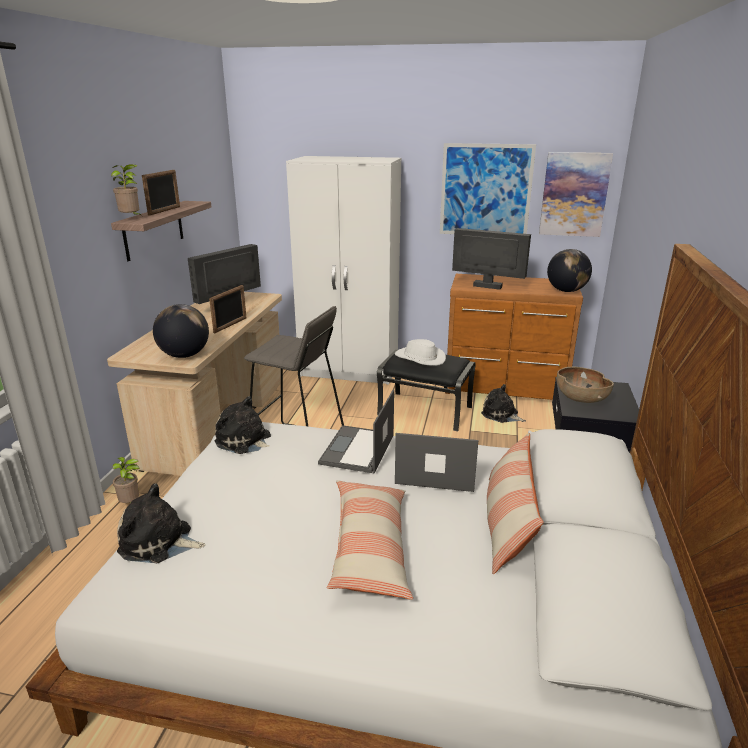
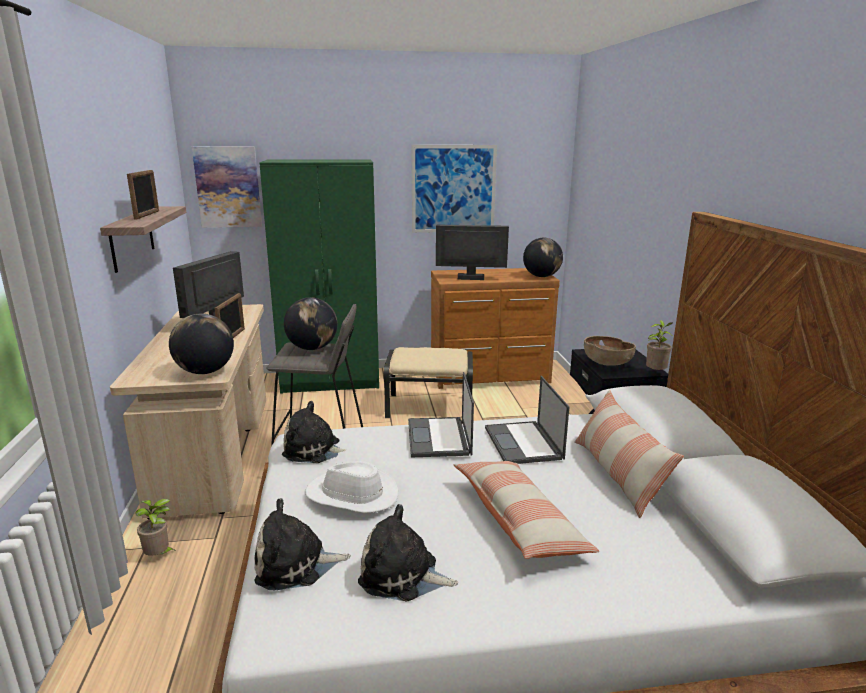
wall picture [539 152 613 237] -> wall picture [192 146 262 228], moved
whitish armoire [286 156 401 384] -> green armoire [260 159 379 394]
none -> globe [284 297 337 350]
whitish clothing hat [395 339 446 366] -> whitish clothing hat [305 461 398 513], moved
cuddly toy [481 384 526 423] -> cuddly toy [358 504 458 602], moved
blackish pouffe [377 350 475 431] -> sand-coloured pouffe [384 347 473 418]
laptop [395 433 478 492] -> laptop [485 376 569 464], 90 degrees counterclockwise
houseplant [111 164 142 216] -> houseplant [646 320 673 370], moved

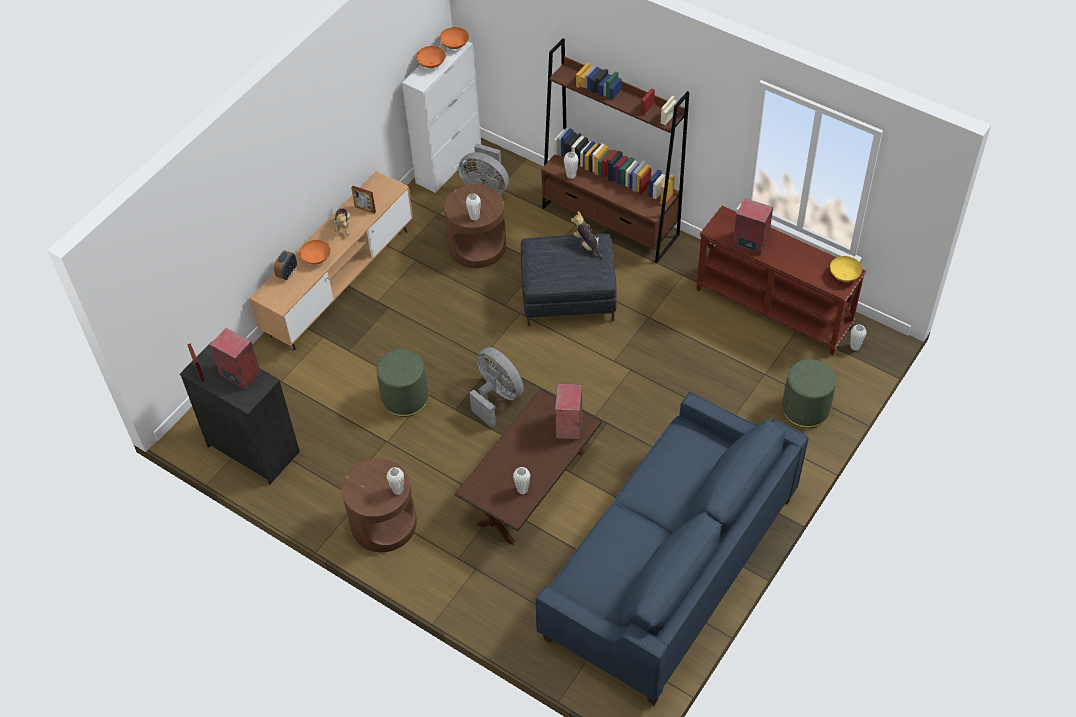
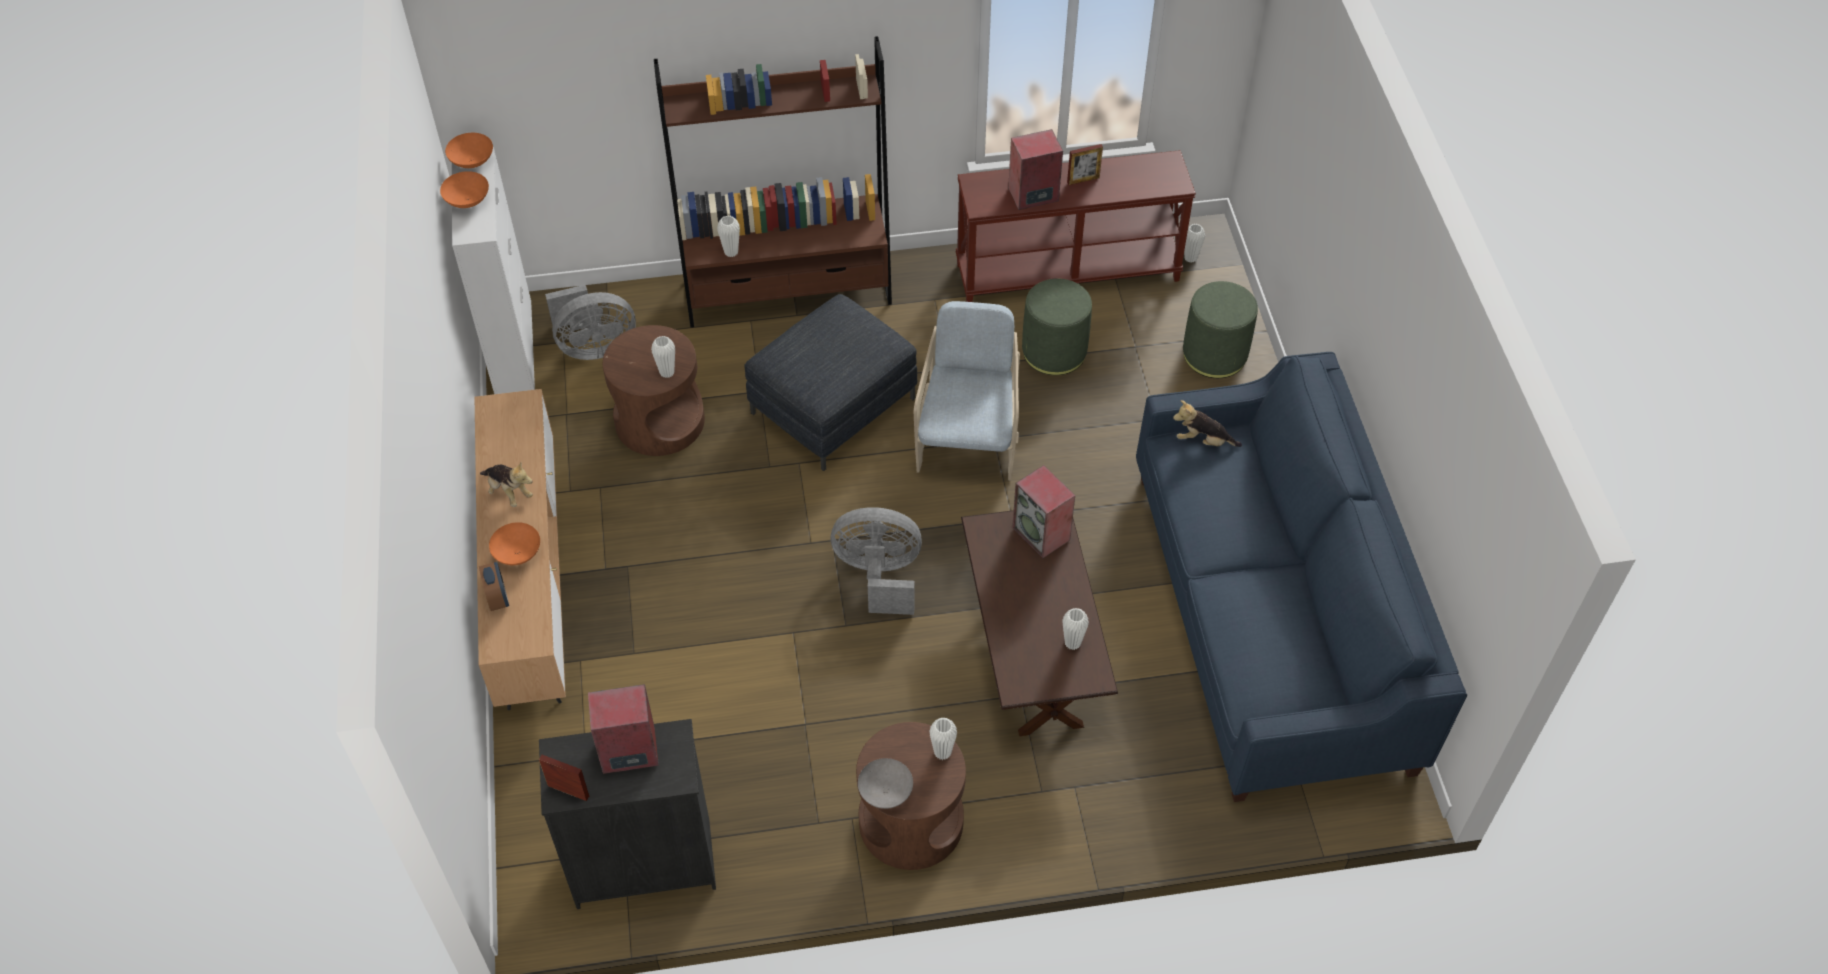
none -> gray bowl [858 758 913 809]
none -> sand-coloured lounge chair [914 301 1020 481]
green pouffe [377 349 428 417] -> green pouffe [1022 278 1092 376], moved
photo frame [351 186 376 214] -> photo frame [1067 144 1103 185], moved
cuddly toy [571 211 603 259] -> cuddly toy [1173 400 1242 447], moved
yellowish bowl [830 256 862 282] -> none

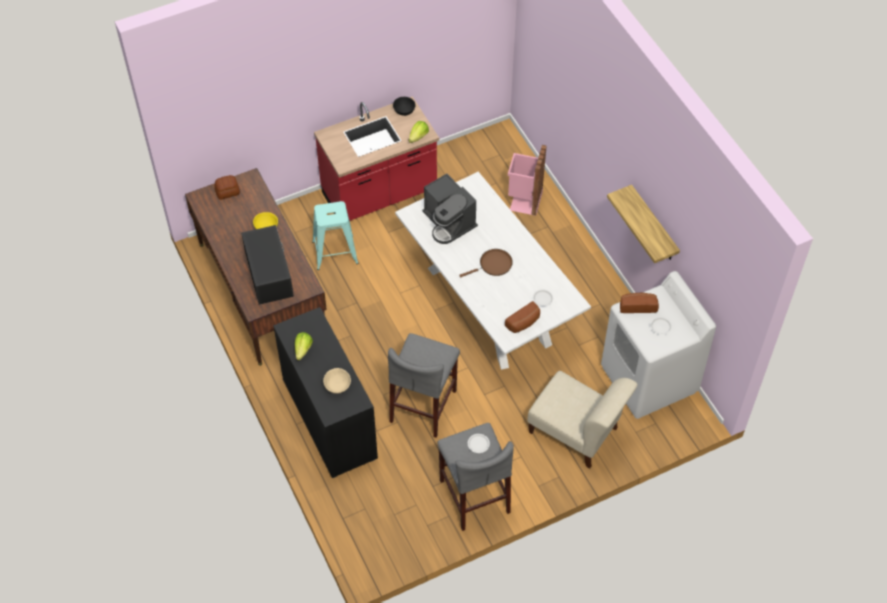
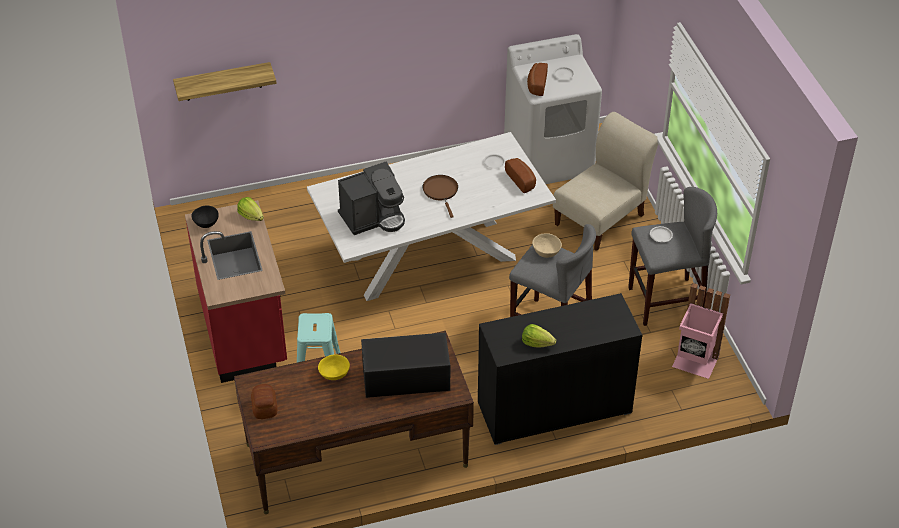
wall shelf [607 185 680 263] -> wall shelf [173 62 277 101], moved
sand-coloured bowl [323 368 351 394] -> sand-coloured bowl [532 233 562 258], moved
pinkish rubbish bin [508 145 547 216] -> pinkish rubbish bin [672 283 730 379], moved

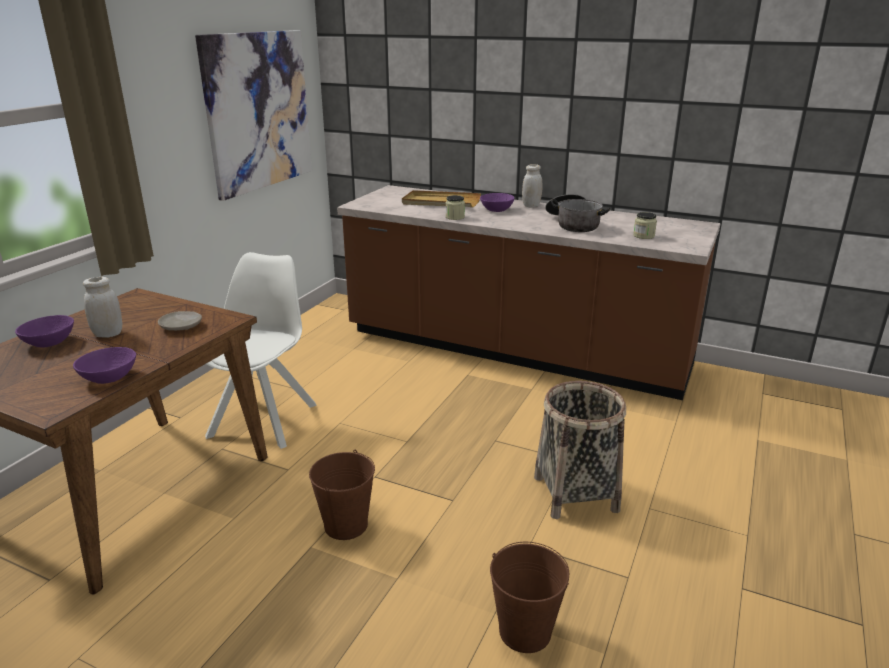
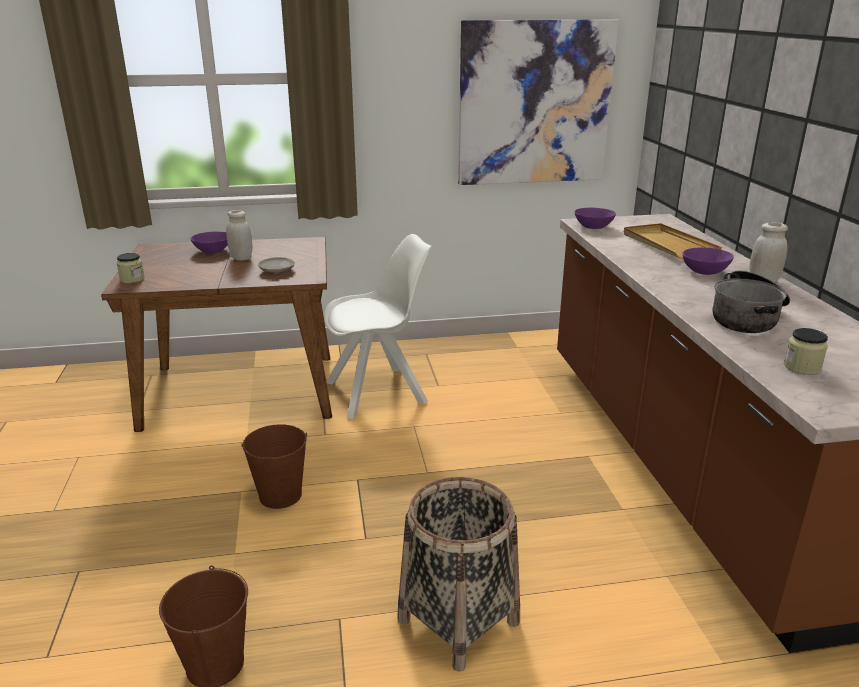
preserve jar [446 195 465 220] -> preserve jar [117 253 145 283], moved
purple bowl [73 347 136 384] -> purple bowl [575 208 616 229], moved

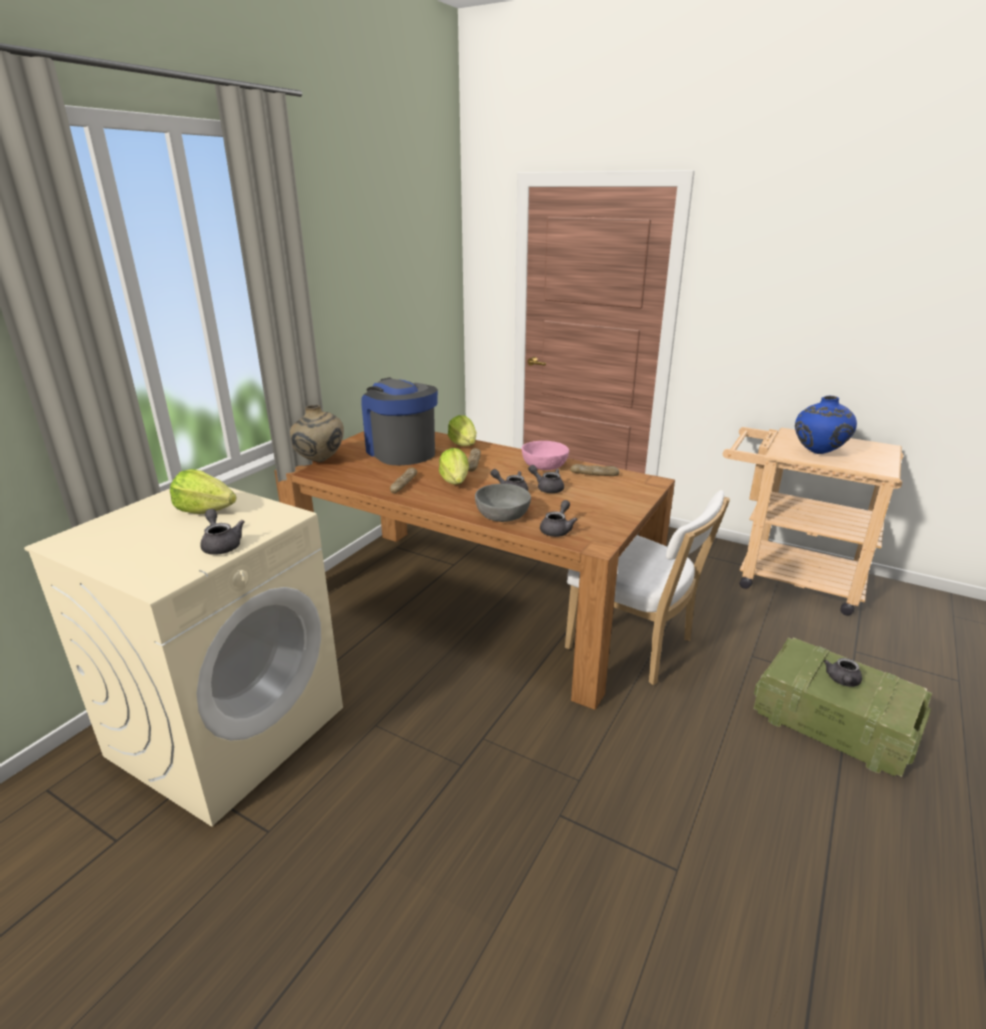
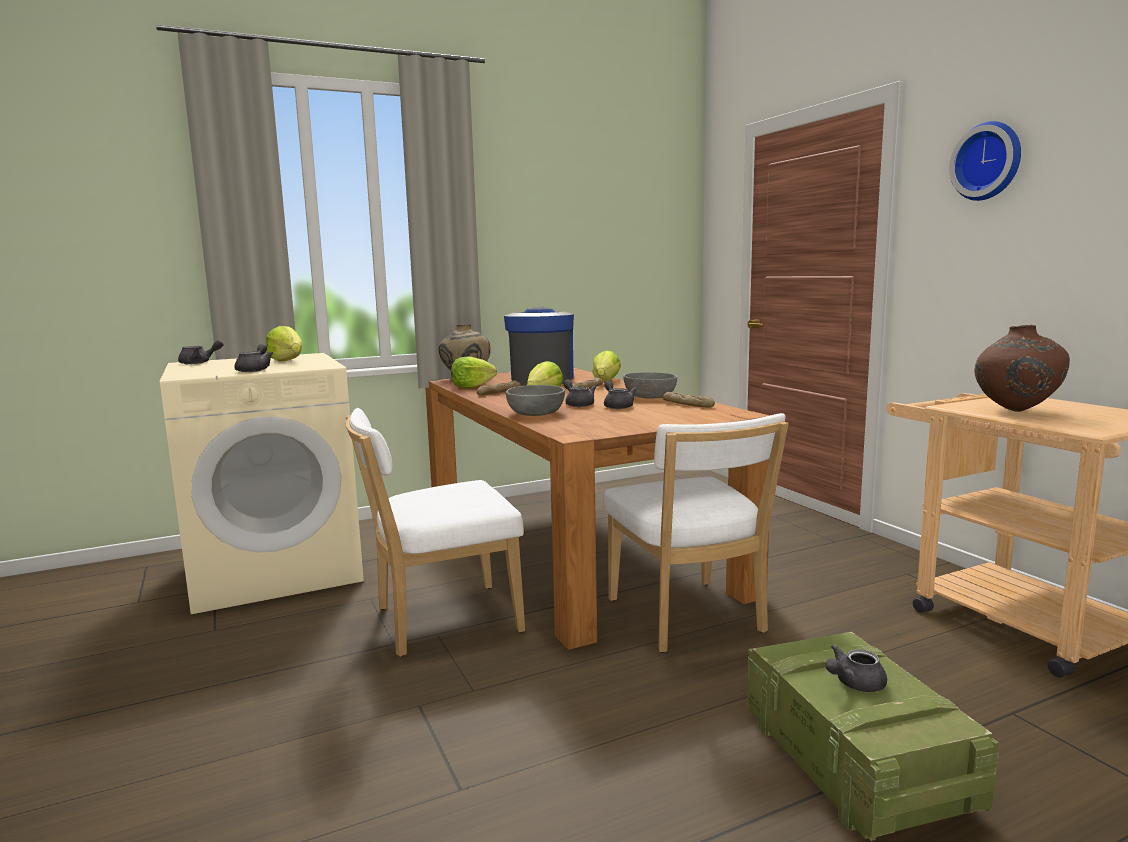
gray teapot [540 500 578 537] -> gray teapot [178 340 224 365], moved
none -> whitish plain chair [346 408 525 657]
none -> lettuce [451 356 497 388]
pinkish bowl [522 441 569 470] -> gray bowl [624 372 677 399]
none -> wall clock [949 121 1021 201]
blue-coloured decorative vase [795 396 857 454] -> brownish decorative vase [975 325 1070 412]

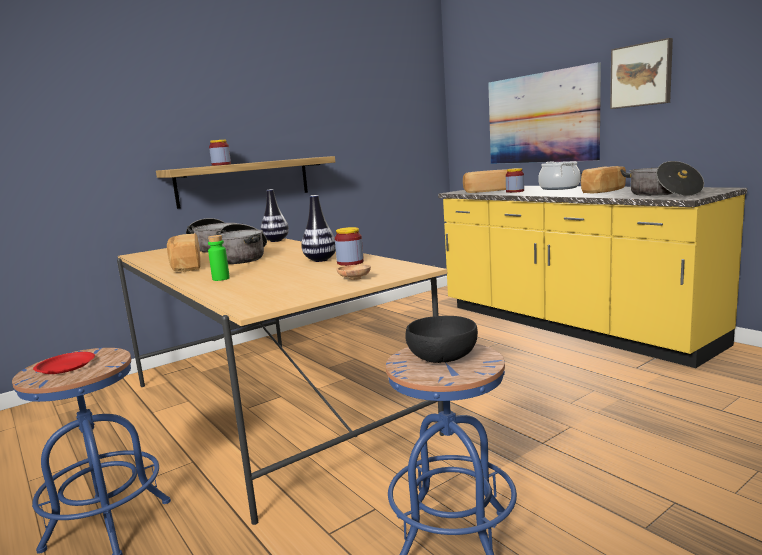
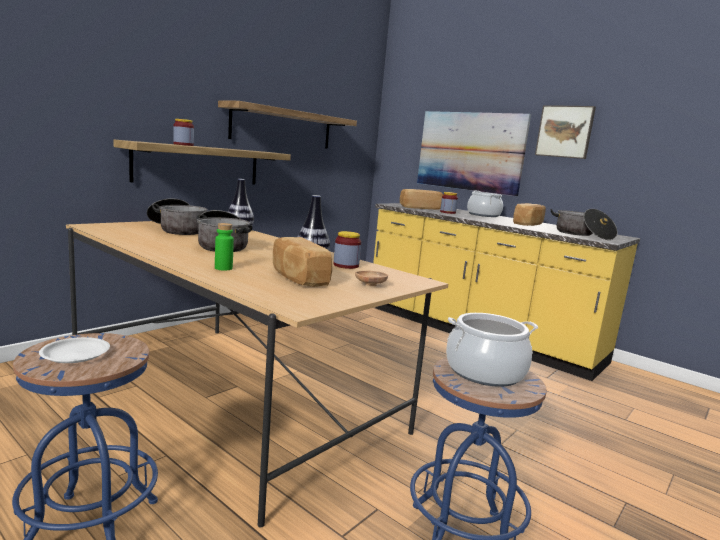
red-coloured flat dish [33 352 95 374] -> whitish flat dish [39 337 110 363]
none -> wall shelf [218 100 357 149]
baked bread [167 233 201 272] -> baked bread [273 237 332 287], moved
blackish bowl [406 316 478 363] -> stockpot [446 313 538 387]

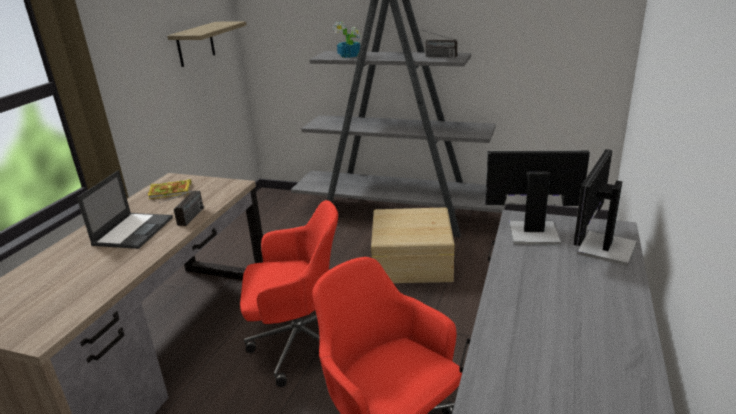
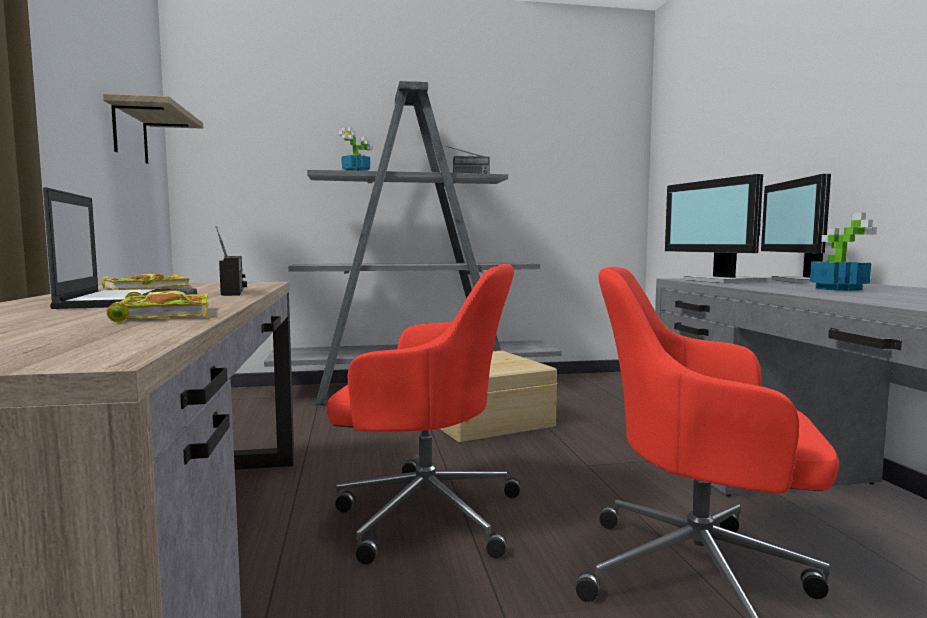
none -> book [107 291 209 322]
red-coloured office chair [240 200 338 387] -> red-coloured office chair [327 264 520 565], 45 degrees clockwise
computer display [485 150 590 245] -> computer display [665 174 767 283], 90 degrees counterclockwise
none -> houseplant [810 213 877 291]

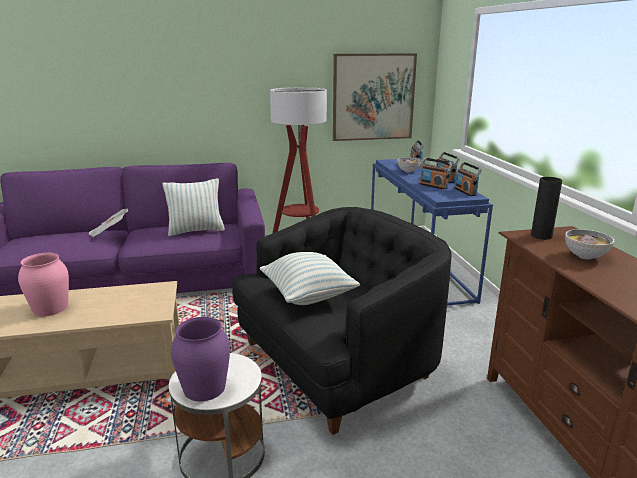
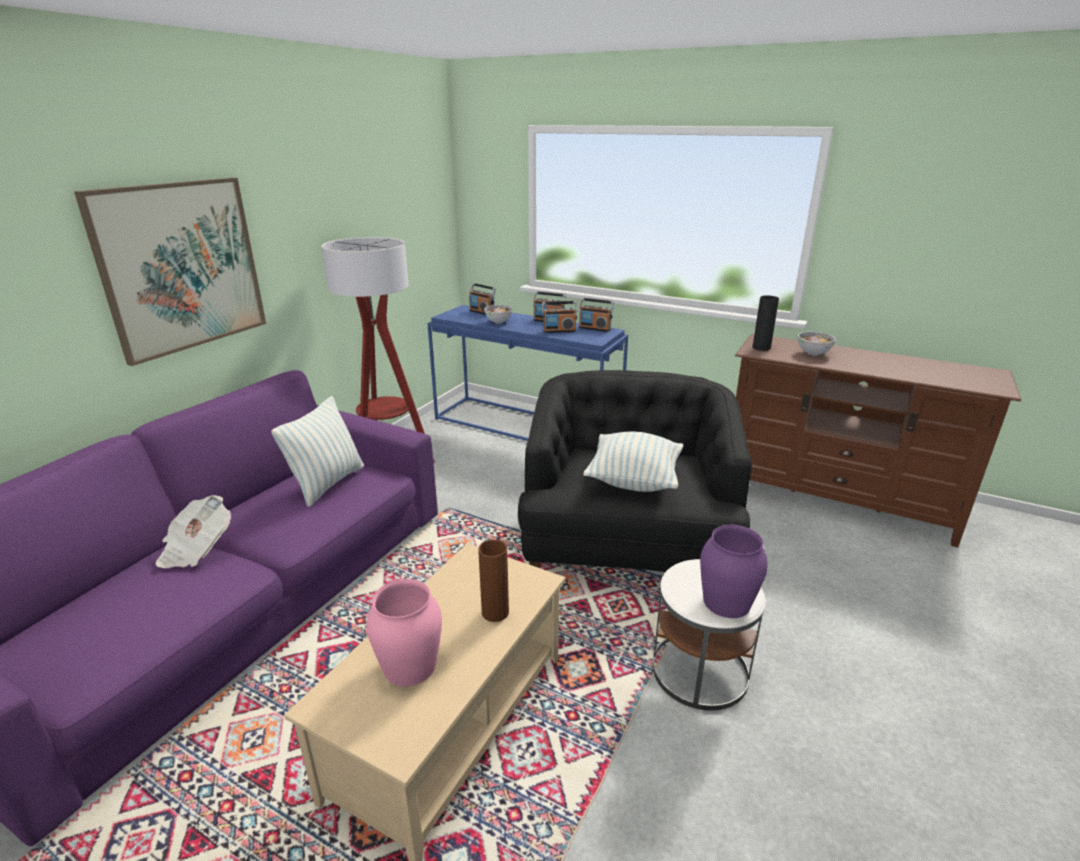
wall picture [333 53 417 141] -> wall picture [74 178 266 366], moved
none -> brownish decorative vase [478 540 509 622]

